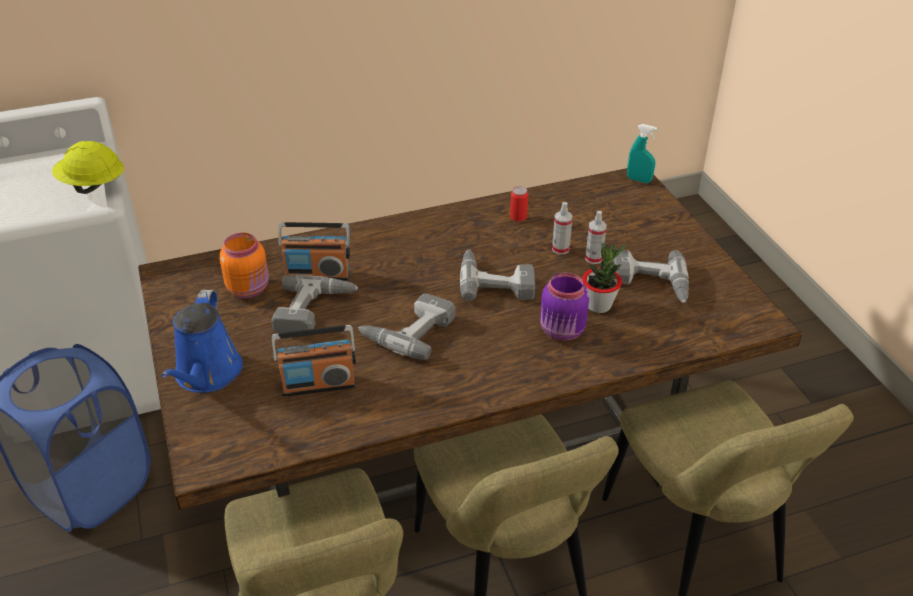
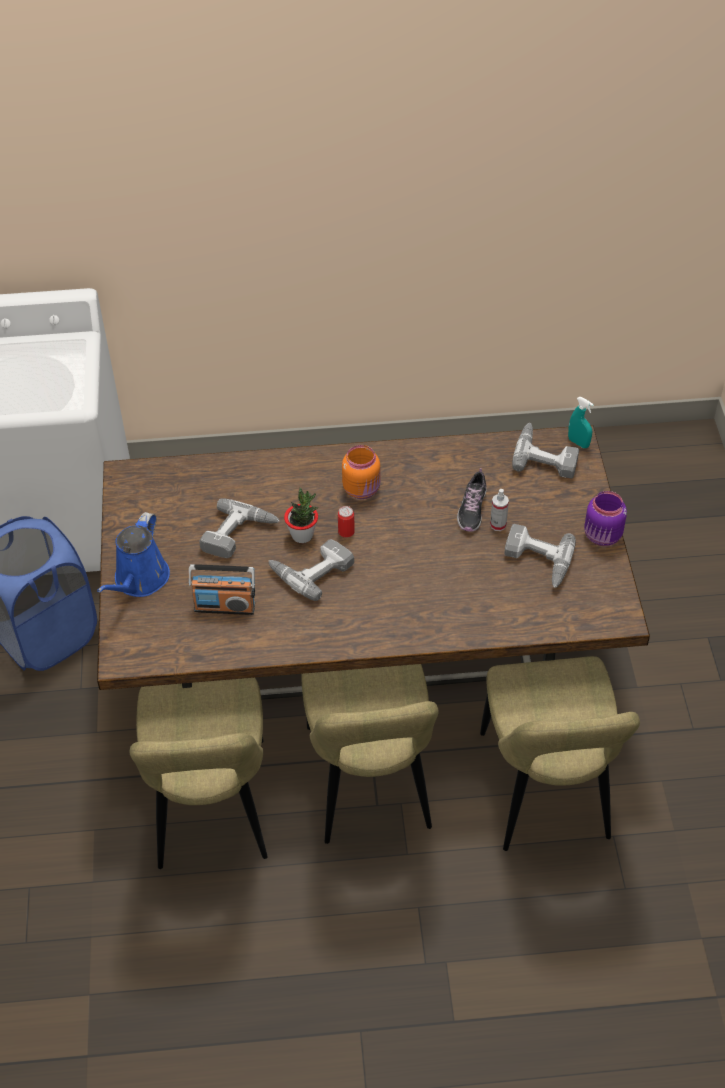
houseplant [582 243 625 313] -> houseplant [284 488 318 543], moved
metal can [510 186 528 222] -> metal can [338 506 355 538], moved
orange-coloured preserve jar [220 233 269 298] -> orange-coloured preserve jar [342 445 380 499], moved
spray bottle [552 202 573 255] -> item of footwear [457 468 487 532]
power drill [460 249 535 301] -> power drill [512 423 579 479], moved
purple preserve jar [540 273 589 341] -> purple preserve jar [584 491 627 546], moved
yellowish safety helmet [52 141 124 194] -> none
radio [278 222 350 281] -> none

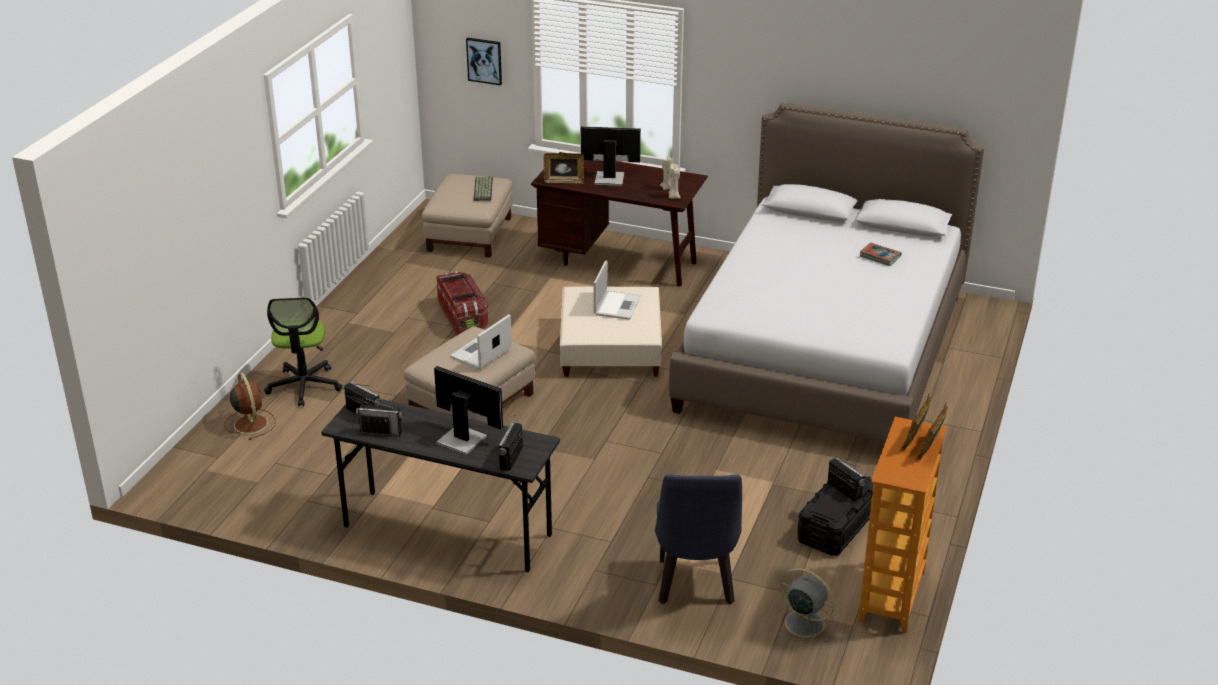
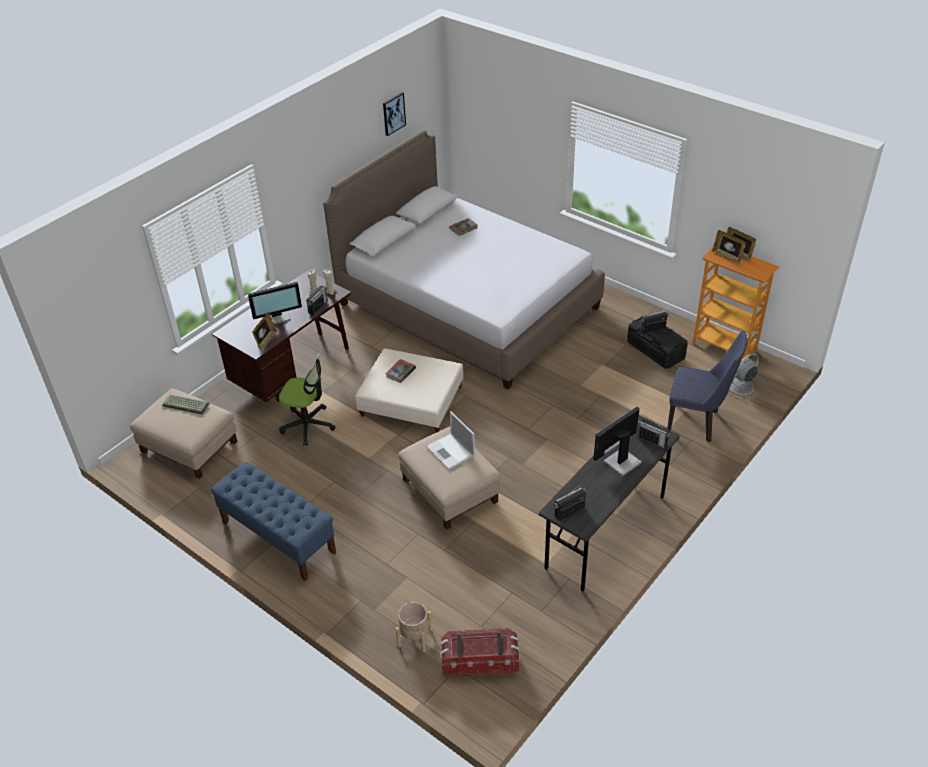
none -> blue-coloured long seat [211 462 336 581]
computer display [581 126 641 186] -> computer display [248 282 302 325], 135 degrees counterclockwise
office chair [264 297 342 407] -> office chair [279 353 336 446], moved
radio [356 397 403 436] -> radio [306 286 328 315], moved
wall picture [466 37 502 86] -> wall picture [383 92 406 136], moved
laptop [593 261 641 320] -> book [386 359 416 383]
brownish cooling fan [224 373 276 440] -> sand-coloured plant pot [396 602 432 652]
storage bin [436 271 488 335] -> storage bin [440 628 520 677], moved

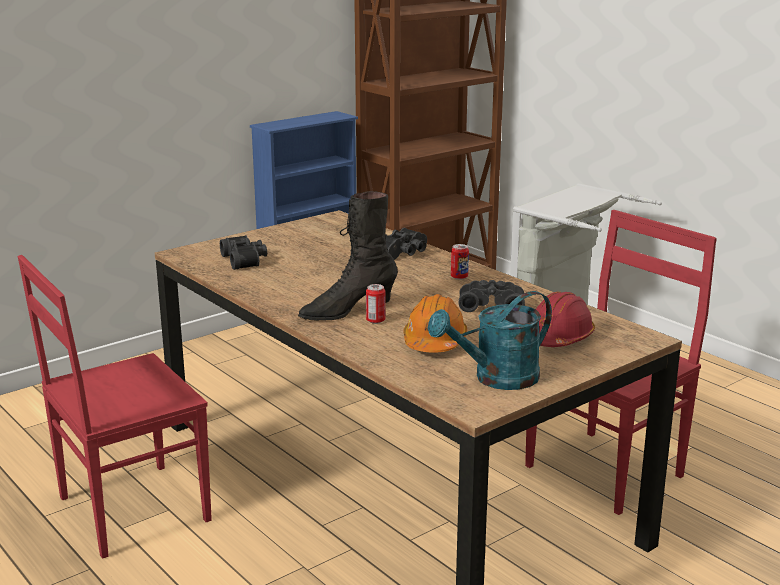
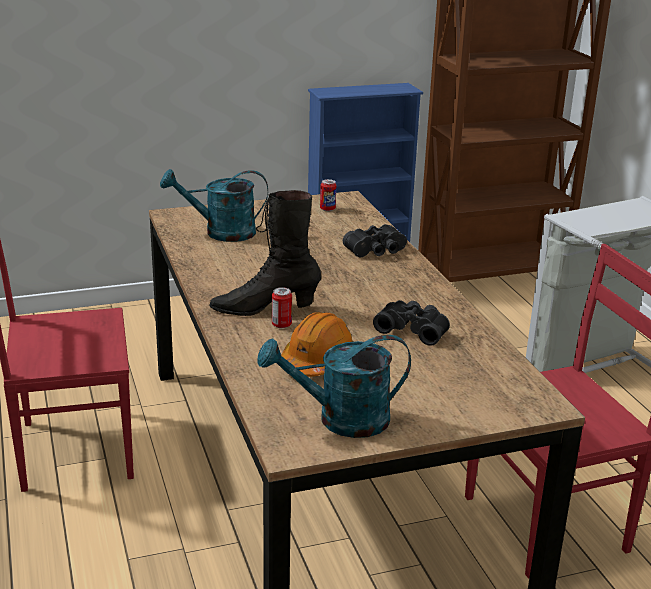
blackish field glasses [220 235 267 270] -> blue-green sprinkling can [160 169 268 242]
metal can [451 244 469 280] -> metal can [320 179 336 211], moved
red-coloured safety helmet [536 292 595 347] -> none

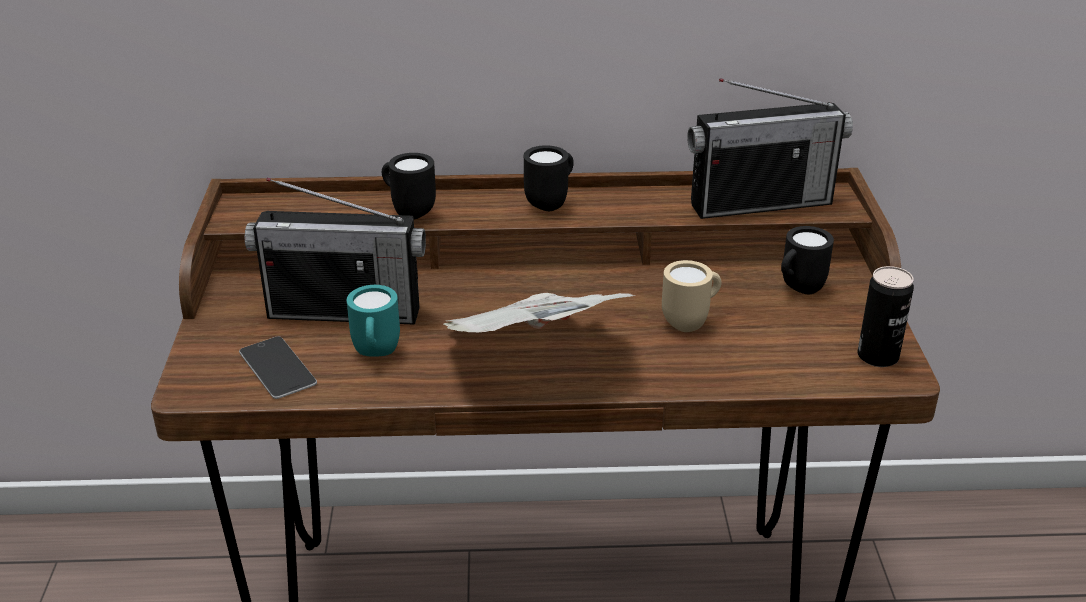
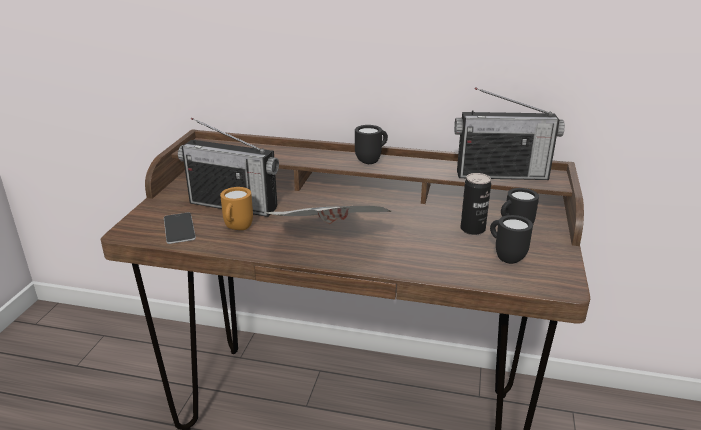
blue-green coffee mug [347 285 400 357] -> orange-coloured coffee mug [220 187 253 230]
metal can [857 266 914 367] -> metal can [461 173 491 235], moved
blackish coffee mug [381 153 436 219] -> blackish coffee mug [490 215 533 264], moved
sand-coloured coffee mug [662 260 722 332] -> none

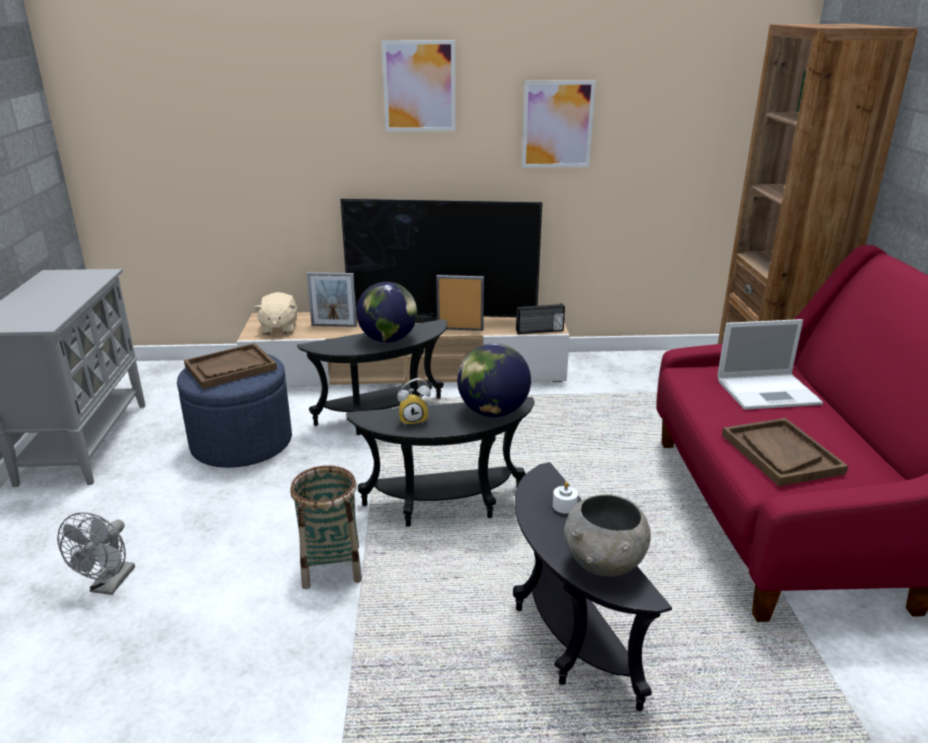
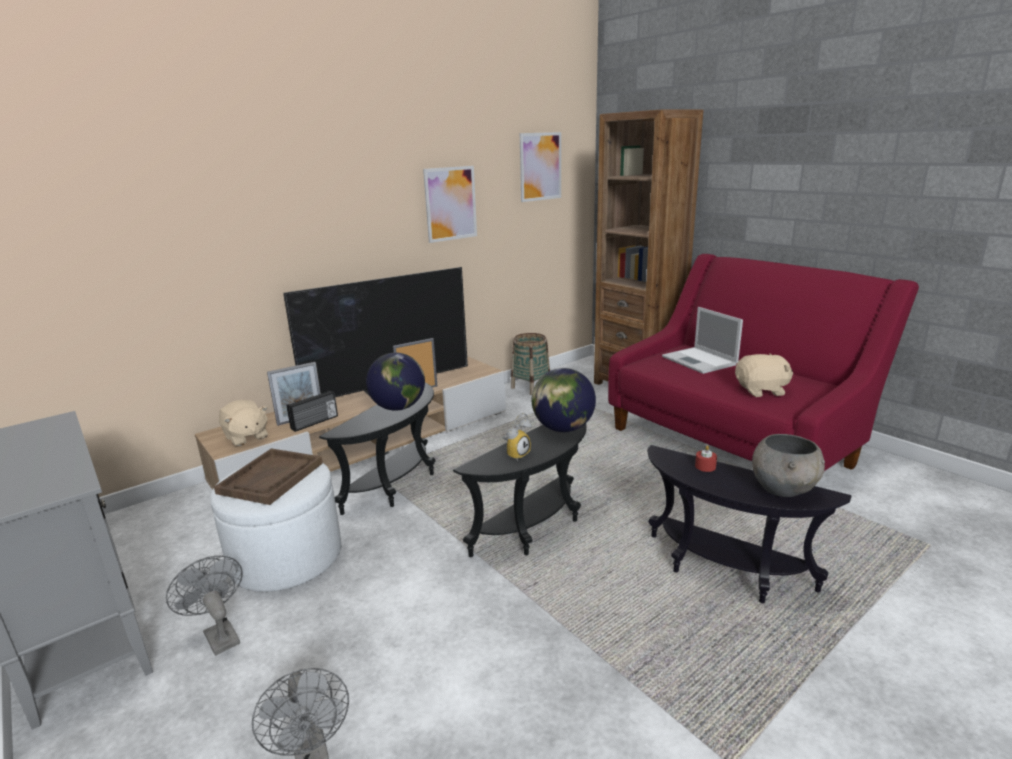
none -> gray cooling fan [166 555 243 656]
blue-coloured pouffe [177 354 292 468] -> whitish pouffe [210 462 341 592]
radio [516 303 565 334] -> radio [286 390 338 432], moved
storage basket [290 465 362 589] -> storage basket [511 333 550 395], moved
wall picture [381 40 455 132] -> wall picture [520 132 561 202], moved
laptop [717 319 823 410] -> laptop [662 307 743 374], 105 degrees clockwise
whitish wax light [553 482 578 514] -> red-coloured wax light [695 445 717 472]
brownish carrying tray [722 418 848 486] -> sand-coloured cuddly toy [735 354 793 397]

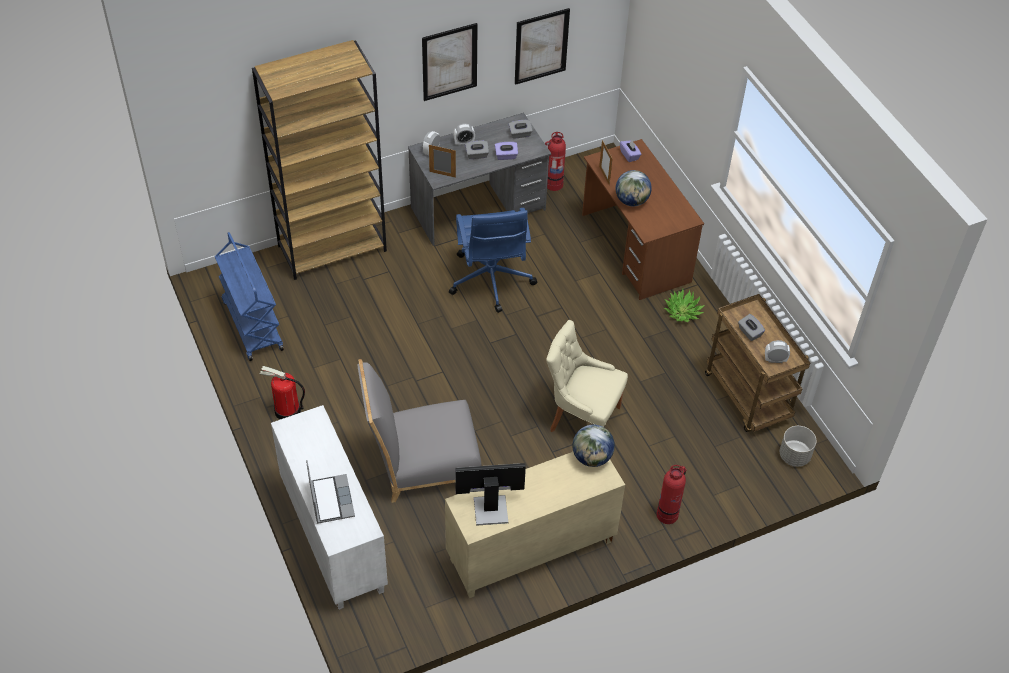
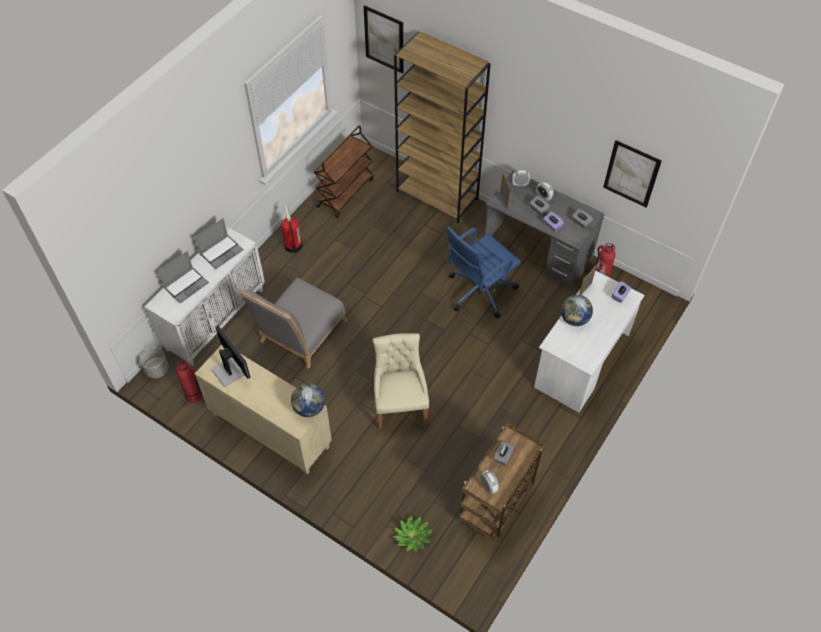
gray plant pot [780 426 817 467] -> gray plant pot [139 347 169 378], moved
fire extinguisher [657 465 687 524] -> fire extinguisher [176 360 203 403], moved
none -> laptop [195 218 244 269]
gray plain chair [357 359 481 503] -> gray plain chair [240 278 347 369], 105 degrees counterclockwise
blue-coloured cart [215 232 284 361] -> brownish cart [314 125 374 218]
wall picture [422 23 478 101] -> wall picture [363 5 404 74], moved
houseplant [664 289 705 322] -> houseplant [394 515 432 553], moved
brownish desk table [582 139 704 300] -> whitish desk table [534 270 645 412]

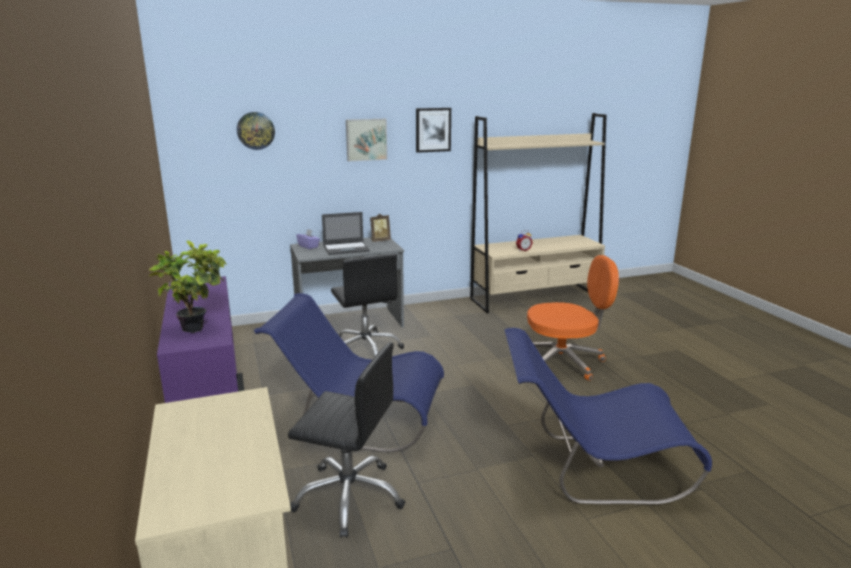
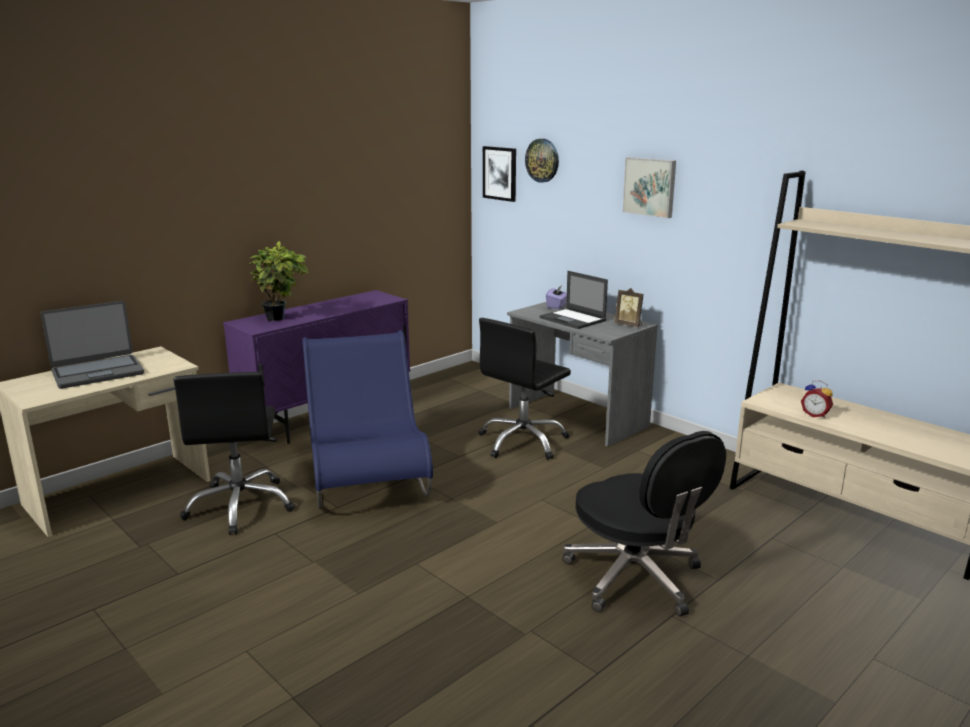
none -> laptop [41 301 144 389]
wall picture [416 108 451 153] -> wall picture [483 146 516 202], moved
orange-coloured office chair [527 255 619 381] -> blackish office chair [562 431 726 616]
blue-coloured plain chair [504 328 712 505] -> none

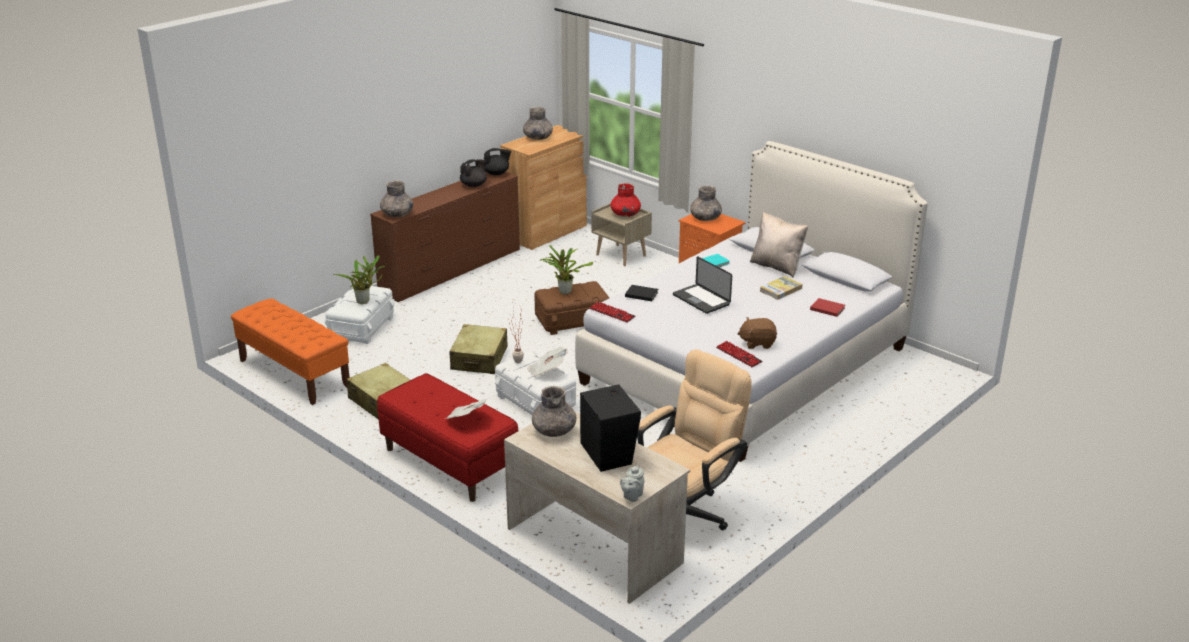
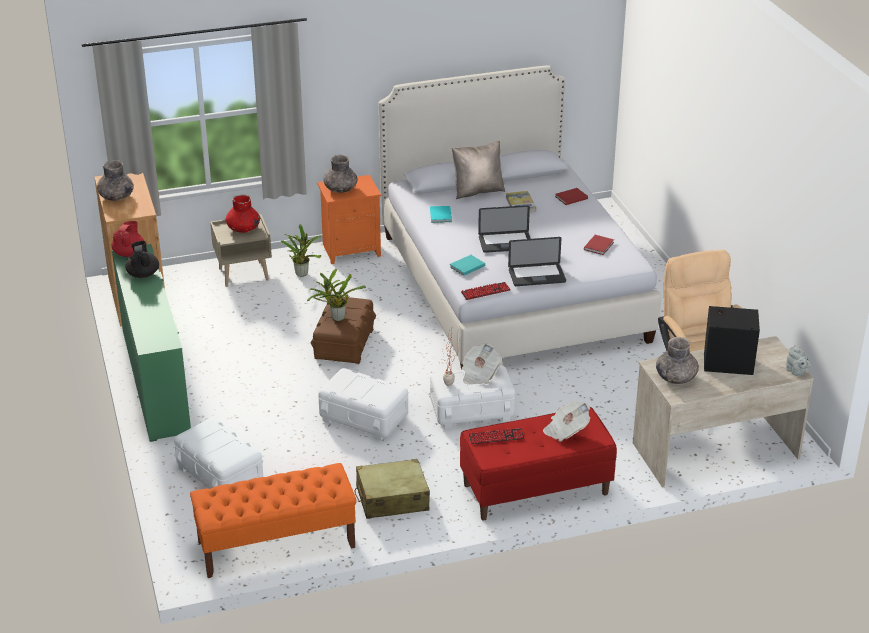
blackish teapot [484 148 511 175] -> red-coloured teapot [112 221 144 257]
brownish drawer chest [370 171 520 302] -> green drawer chest [112 244 191 442]
houseplant [334 255 384 304] -> houseplant [281 224 321 277], moved
sand-coloured travel case [449 324 508 374] -> whitish storage bin [318 368 408 441]
blackish book [625 285 658 301] -> blue-green book [450 255 485 276]
computer keyboard [716 341 763 367] -> computer keyboard [469 428 524 445], moved
none -> laptop [508 237 566 286]
brownish cuddly toy [737 317 777 349] -> red-coloured book [584 235 614 255]
gray decorative vase [380 180 413 217] -> none

